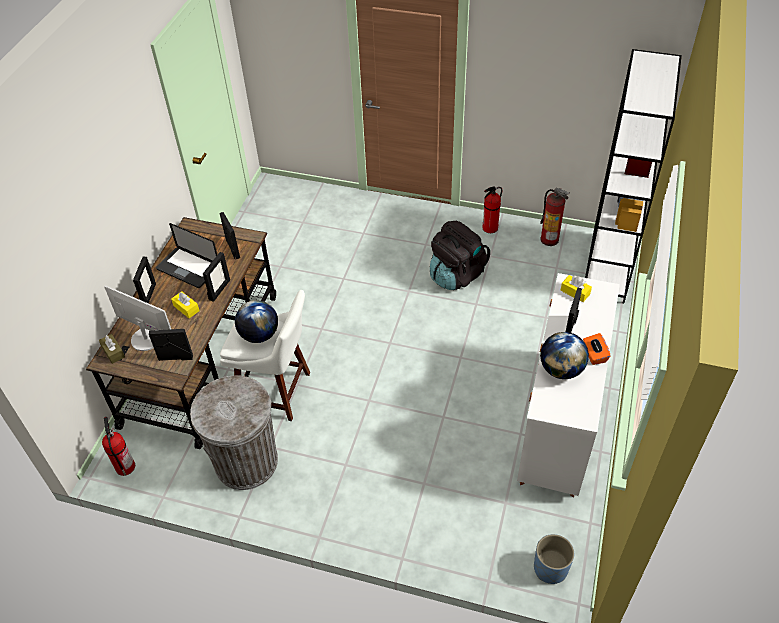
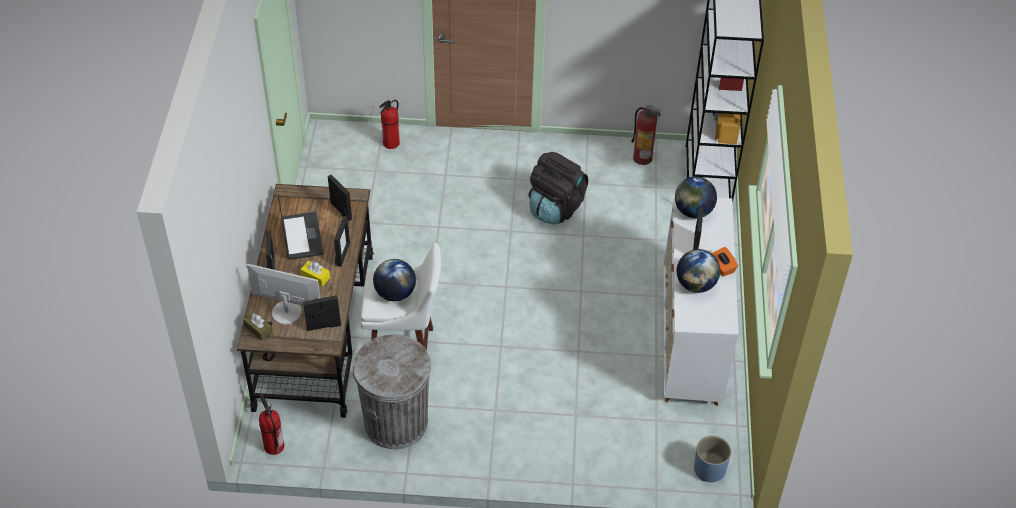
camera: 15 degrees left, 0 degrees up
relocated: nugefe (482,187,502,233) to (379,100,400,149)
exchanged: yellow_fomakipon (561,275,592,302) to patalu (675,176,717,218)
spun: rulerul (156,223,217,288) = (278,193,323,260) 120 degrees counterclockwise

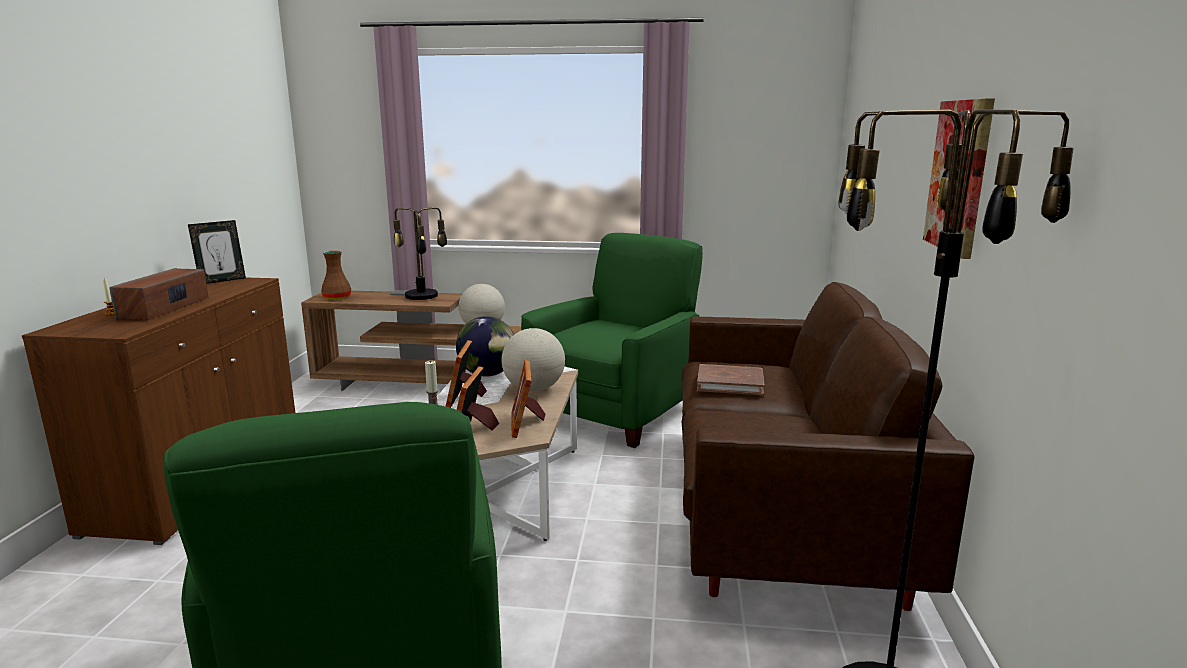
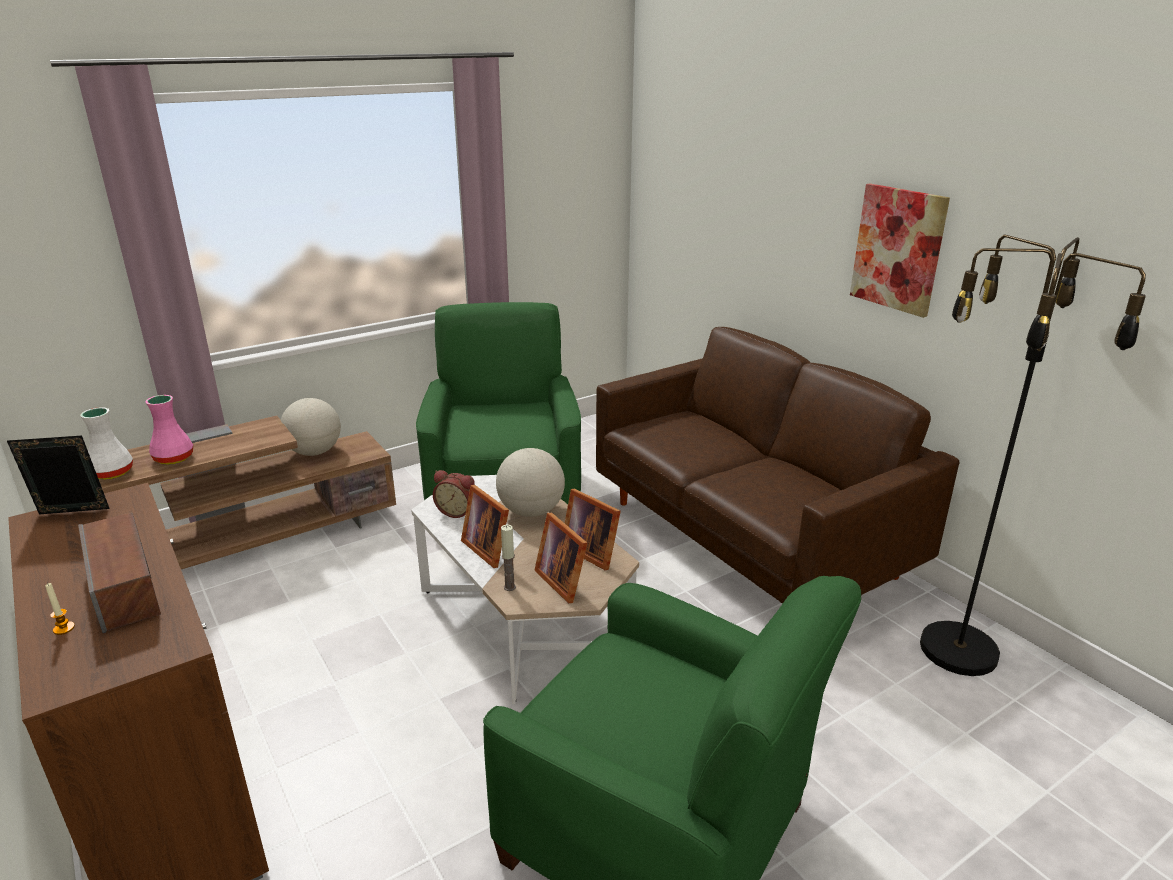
camera: 40 degrees left, 10 degrees up
missing: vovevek (393,207,447,300); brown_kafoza (697,364,765,395)
appeared: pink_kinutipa (145,395,193,465)
exchanged: patalu (456,316,514,377) to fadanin (433,470,475,518)
colour: brown_kinutipa (321,251,351,300) to white_kinutipa (80,407,133,480)
spun: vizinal (188,220,246,284) = (7,436,110,515) 105 degrees counterclockwise

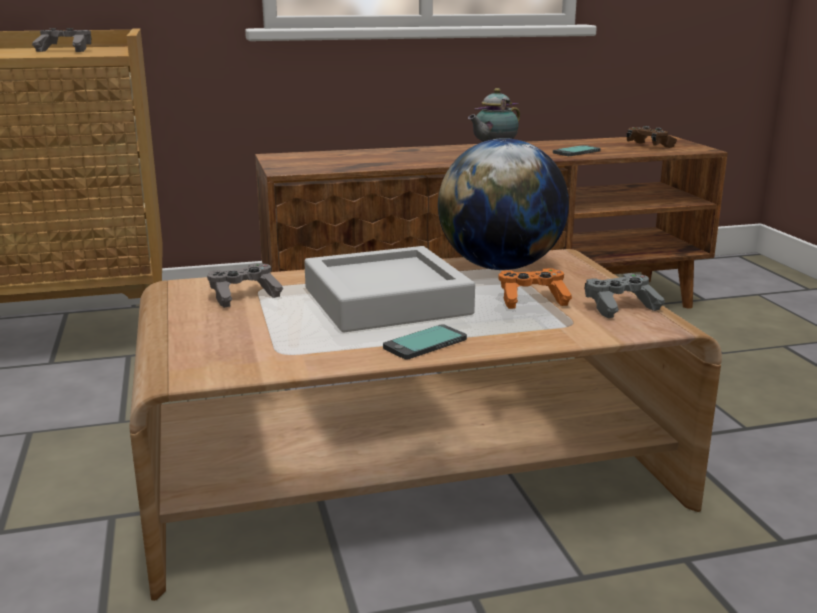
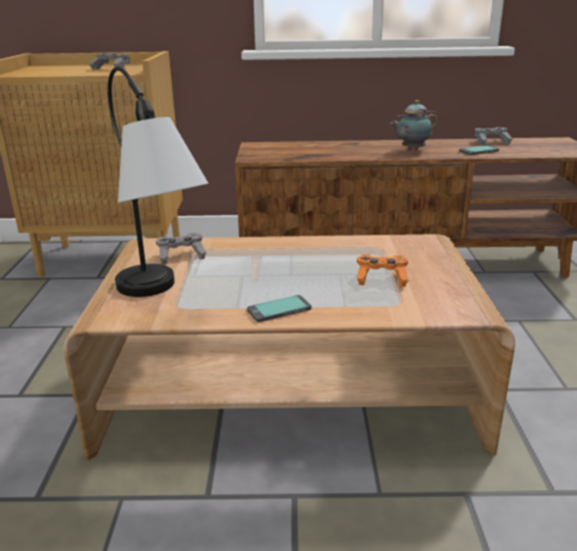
camera: 15 degrees right, 5 degrees up
missing: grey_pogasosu (304,246,475,332); patalu (438,138,569,270); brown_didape (626,126,677,148)
appeared: vovevek (108,67,209,297)
relocated: grey_didape (584,273,665,318) to (474,127,513,145)

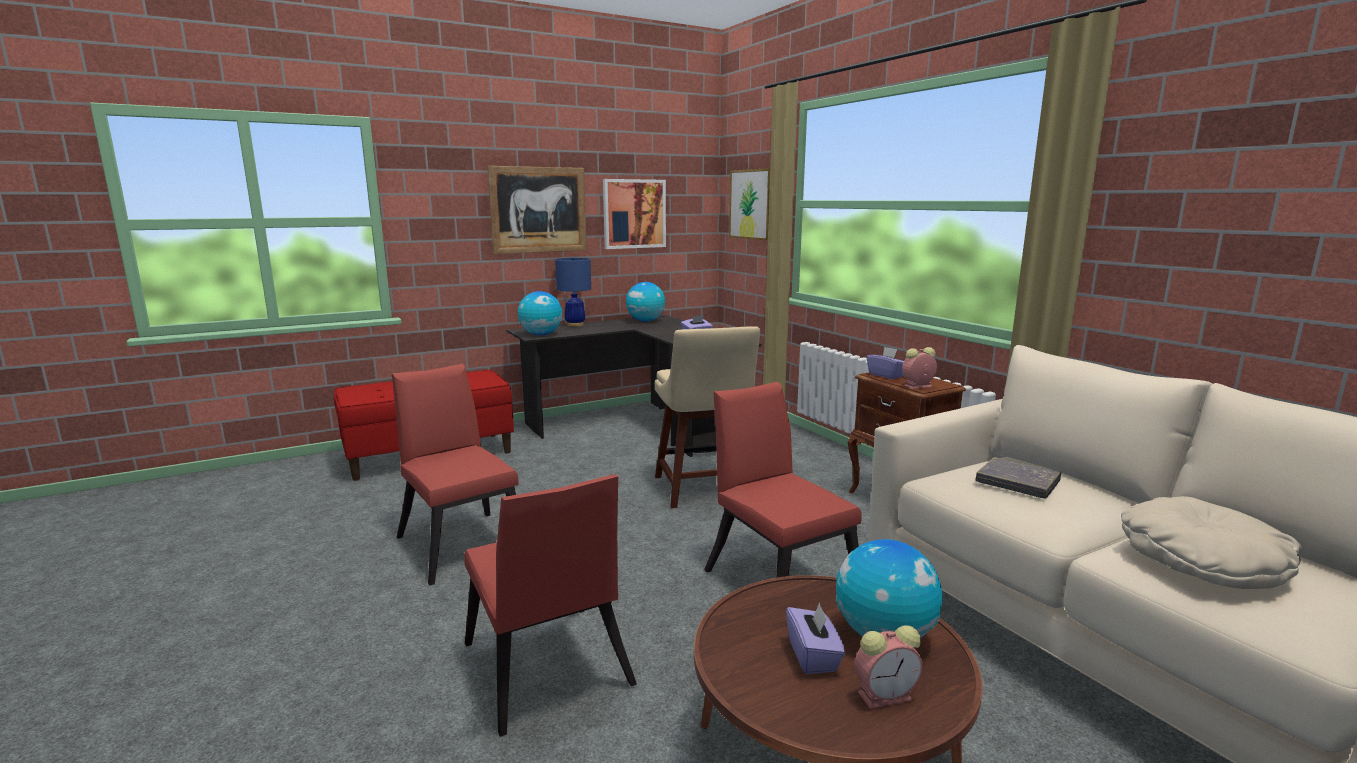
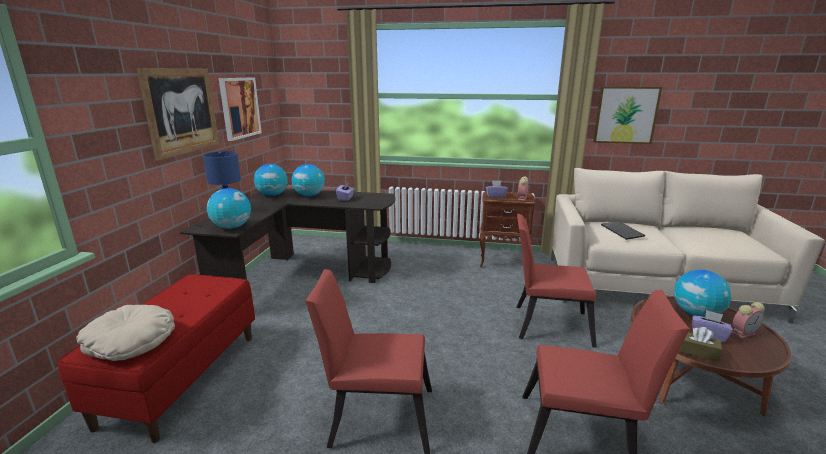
camera: 50 degrees left, 5 degrees up
missing: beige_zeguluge (655,326,760,508)
appeared: patalu (292,164,325,197); brown_fomakipon (679,327,723,362)
relocated: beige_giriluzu (1121,496,1302,589) to (76,305,175,361); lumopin (729,168,770,240) to (593,86,662,144)
exchanged: grey_kafoza (975,457,1061,499) to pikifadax (601,221,645,240)
spun: fadanin (854,625,922,709) = (732,302,765,339) 45 degrees clockwise

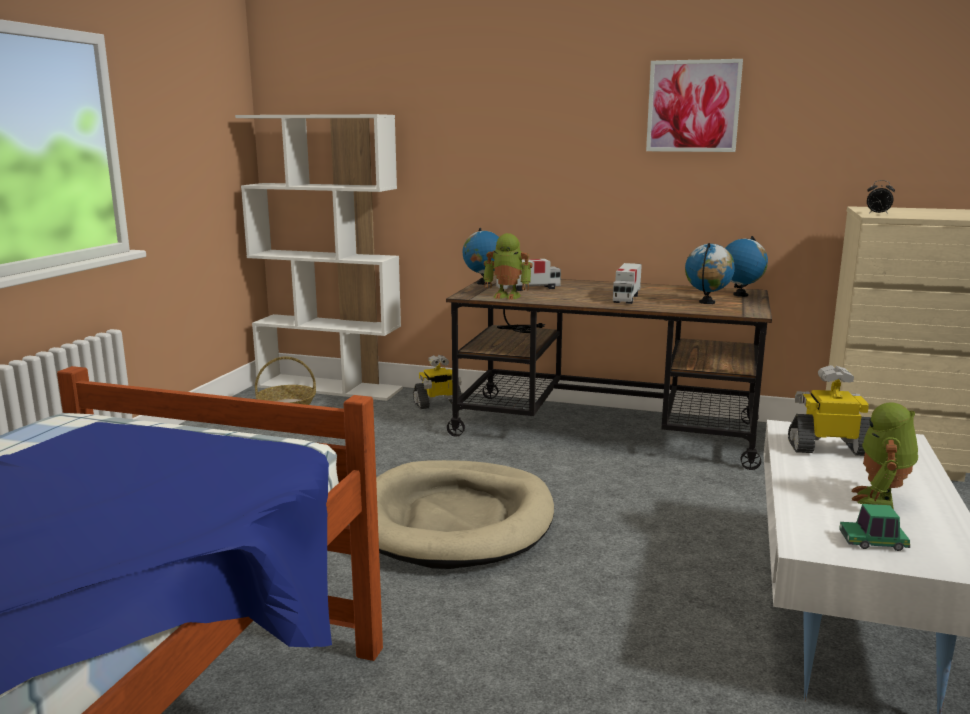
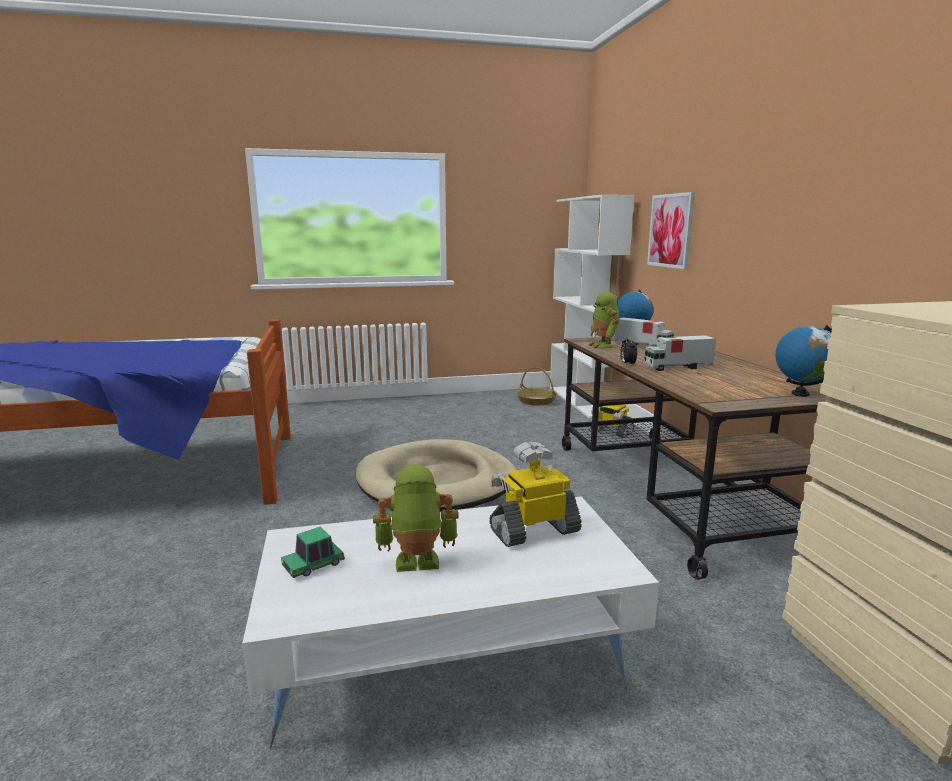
camera: 60 degrees right, 0 degrees up
missing: patalu (685,243,735,304)
relocated: fadanin (867,180,895,214) to (620,335,637,364); lumopin (646,59,743,152) to (647,192,695,269)
spun: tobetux (839,504,910,551) = (281,527,345,578) 105 degrees counterclockwise; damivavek (788,365,871,456) = (490,442,582,547) 90 degrees counterclockwise

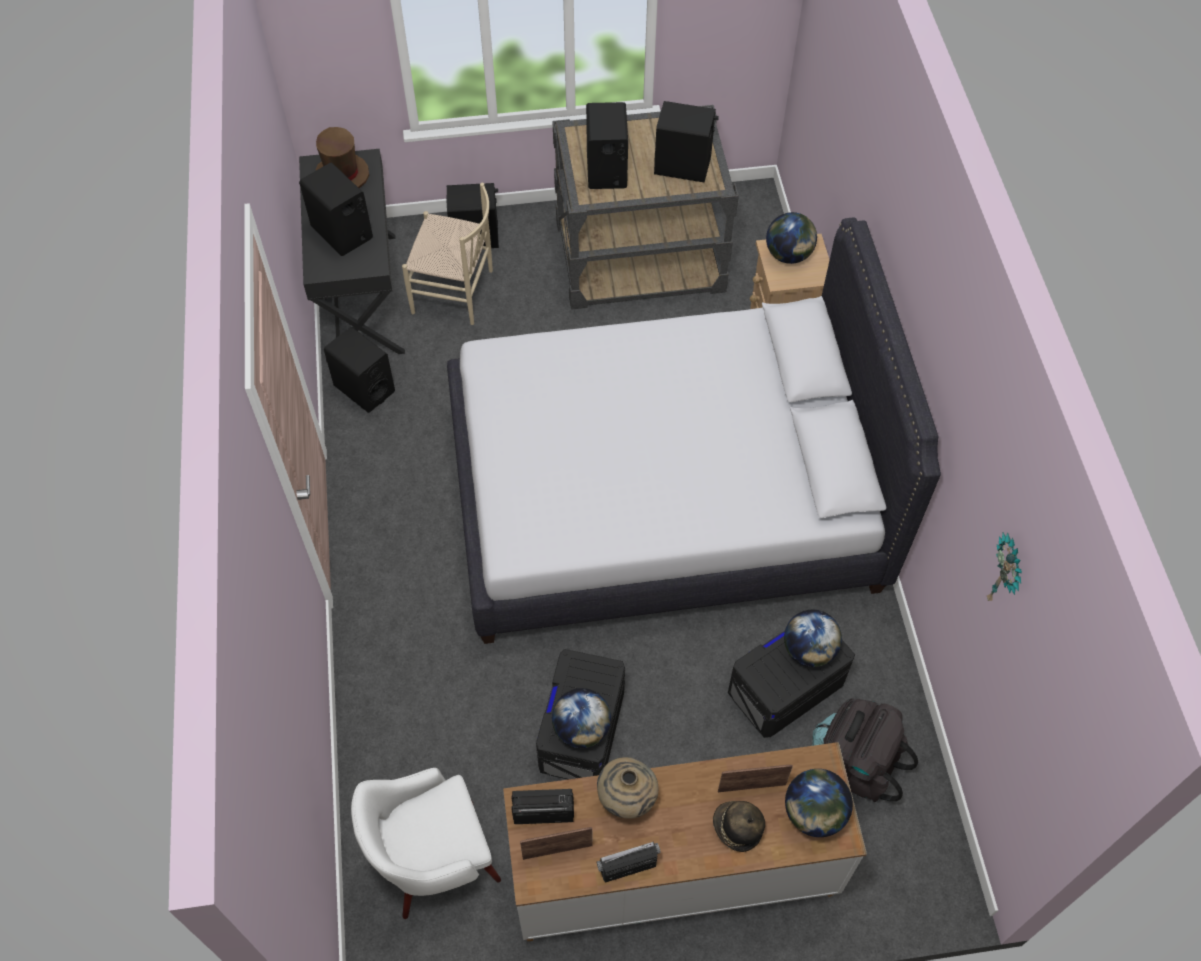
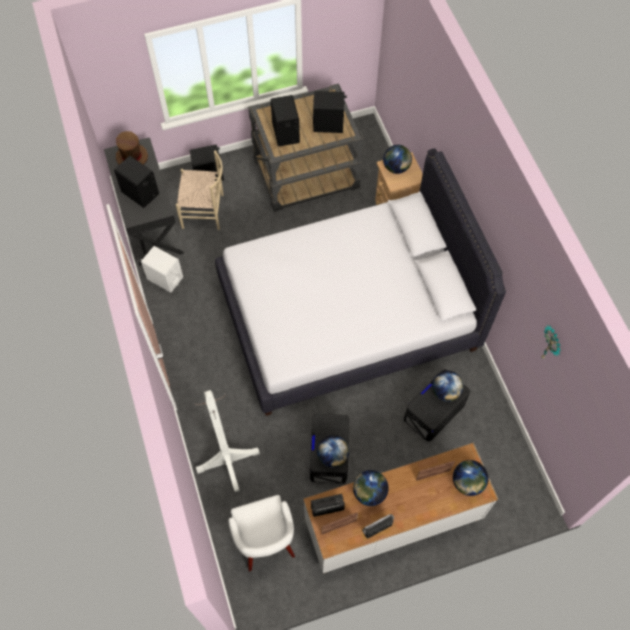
camera: 10 degrees left, 5 degrees up
missing: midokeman (713,801,765,852); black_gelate (812,698,918,802)
appeared: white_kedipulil (194,390,260,492)
exchanged: beige_kinutipa (597,757,658,819) to patalu (353,470,389,506)
colour: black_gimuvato (324,327,395,413) to white_gimuvato (141,246,183,293)
spun: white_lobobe (351,768,501,919) = (228,495,295,571) 75 degrees counterclockwise

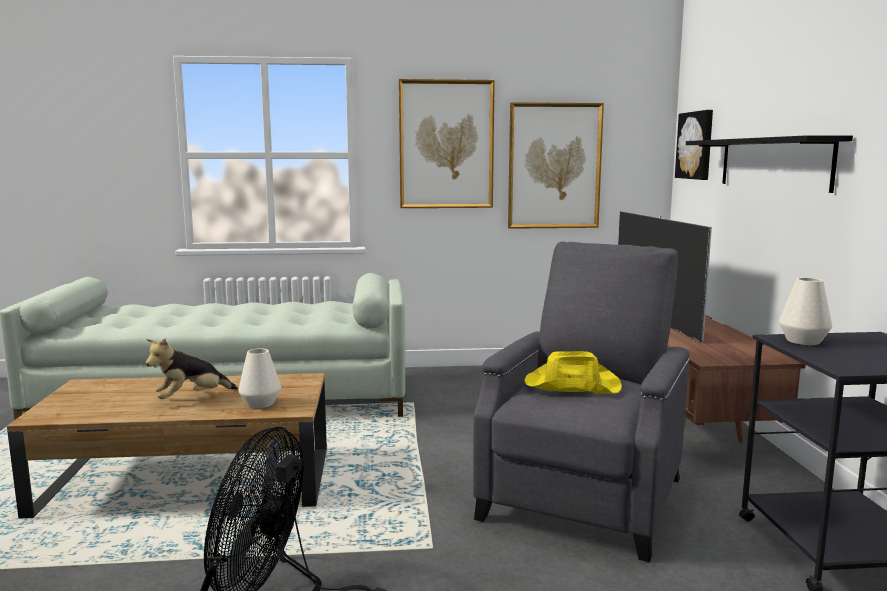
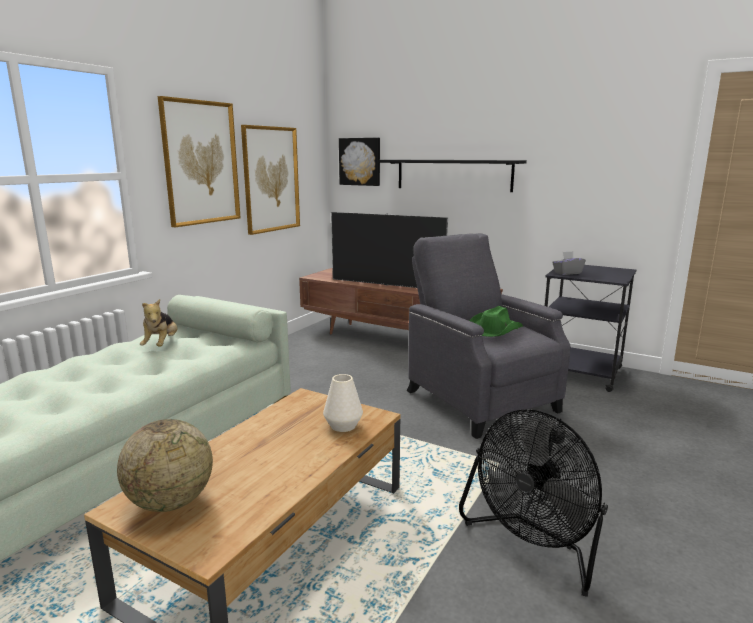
camera: 55 degrees left, 5 degrees up
appeared: patalu (117,419,213,512)
relocated: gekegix (146,339,237,399) to (140,299,177,347)
exchanged: white_kinutipa (779,277,832,345) to grey_fomakipon (552,251,586,275)
colour: yellow_midokeman (524,351,622,393) to green_midokeman (469,306,523,337)

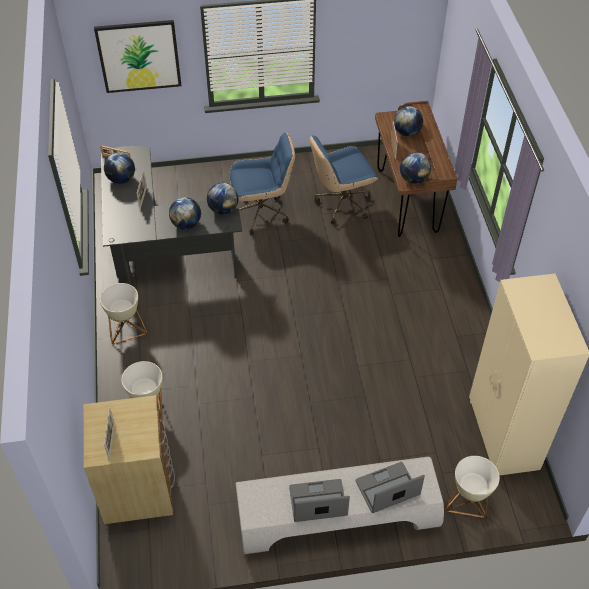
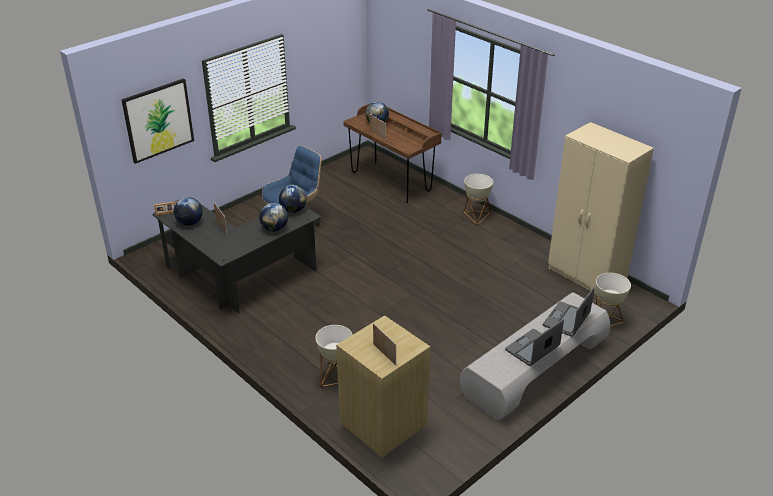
camera: 35 degrees left, 15 degrees down
missing: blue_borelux (310,135,378,224); patalu (400,152,431,184)
relocated: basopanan (100,283,147,344) to (464,174,494,225)

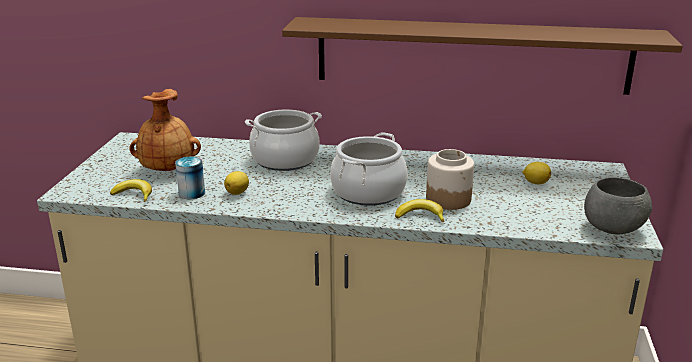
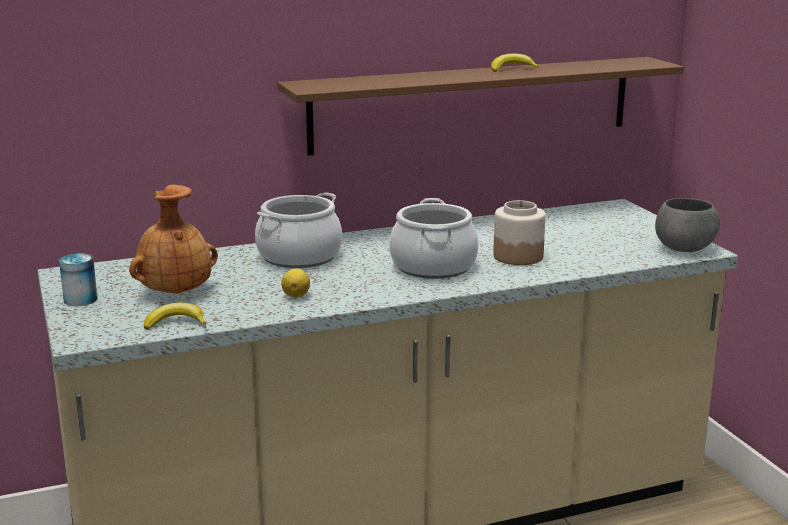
camera: 30 degrees left, 5 degrees down
missing: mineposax (522,162,551,184)
relocated: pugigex (175,157,205,199) to (59,254,98,306); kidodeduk (395,199,444,223) to (491,54,540,72)

